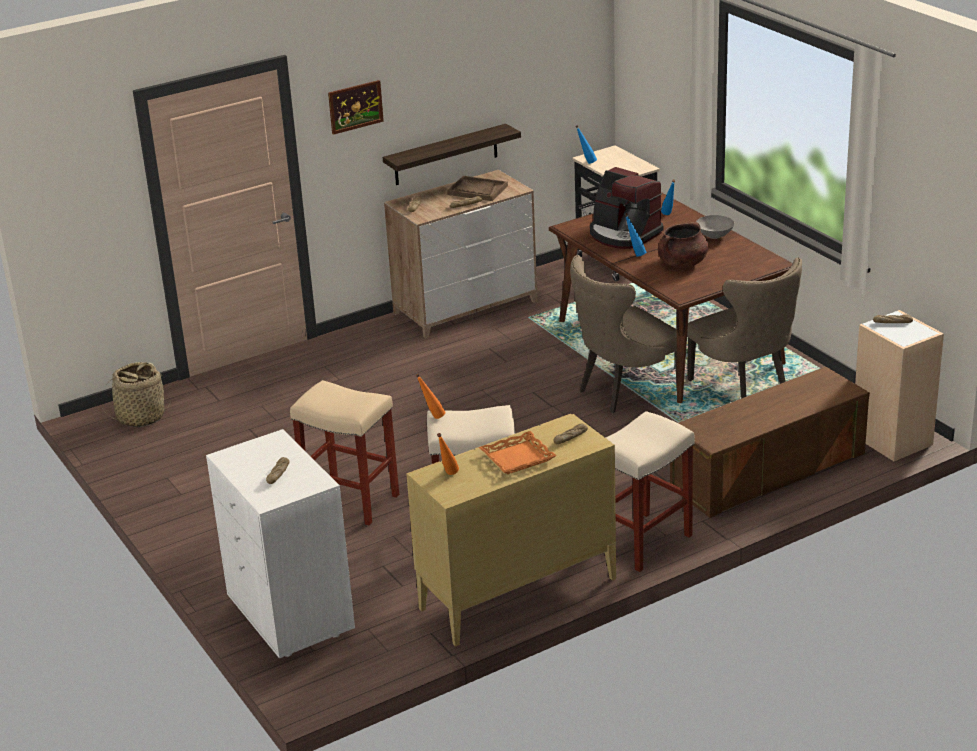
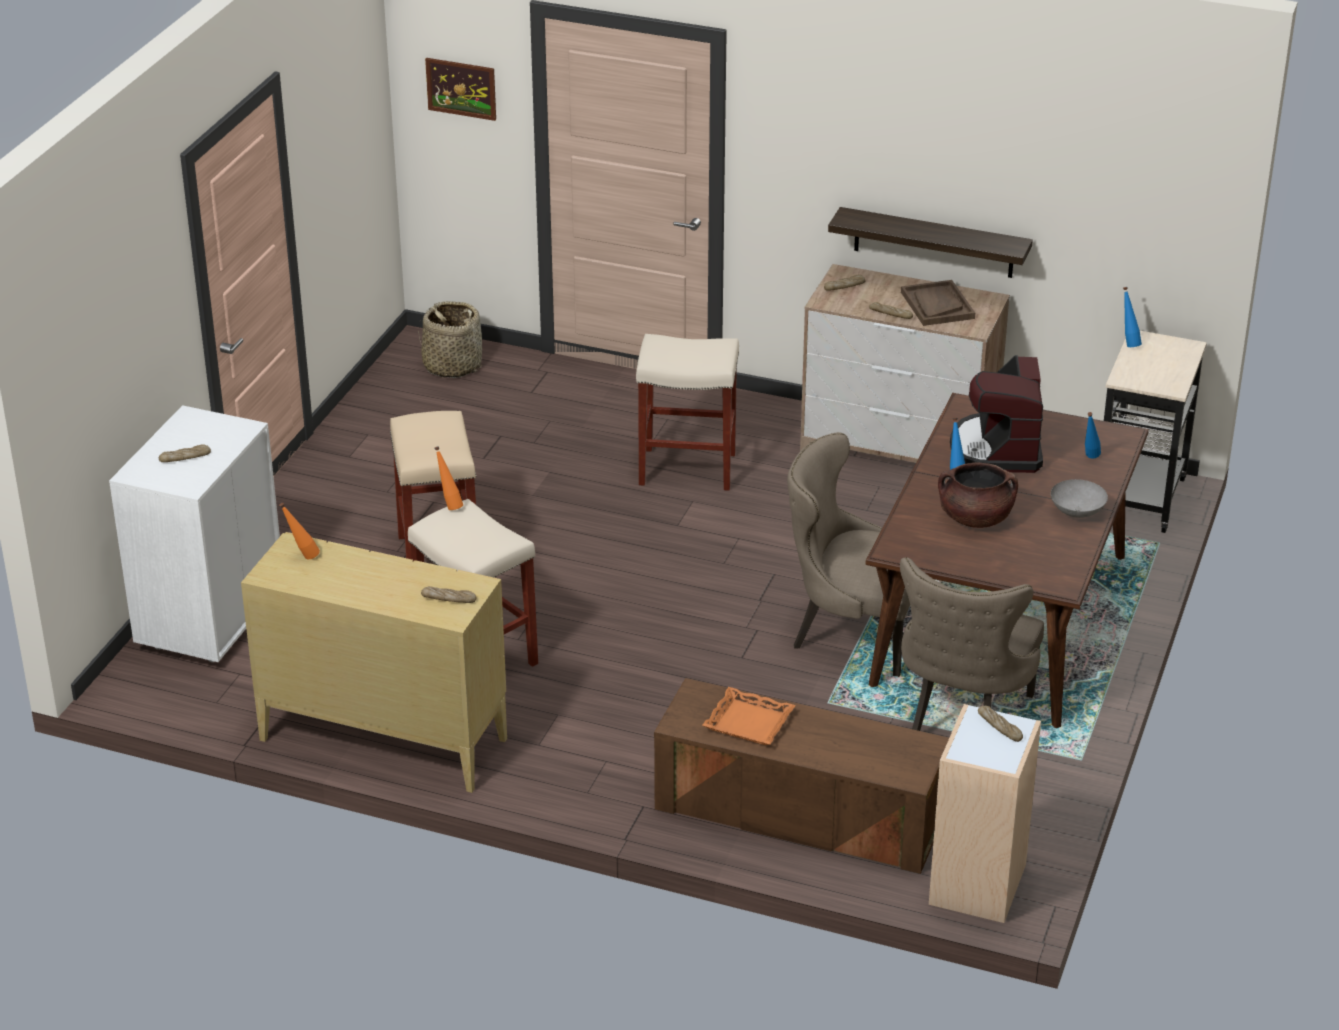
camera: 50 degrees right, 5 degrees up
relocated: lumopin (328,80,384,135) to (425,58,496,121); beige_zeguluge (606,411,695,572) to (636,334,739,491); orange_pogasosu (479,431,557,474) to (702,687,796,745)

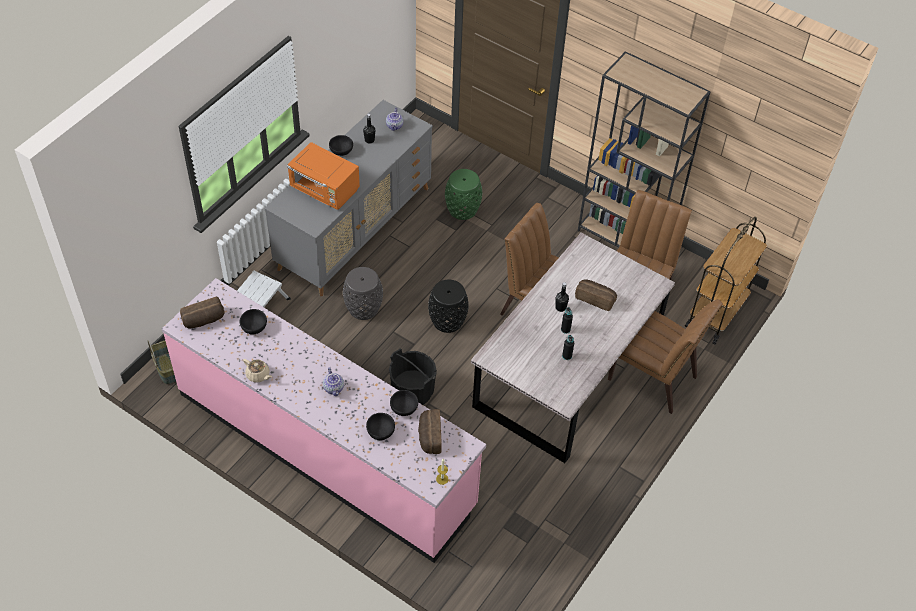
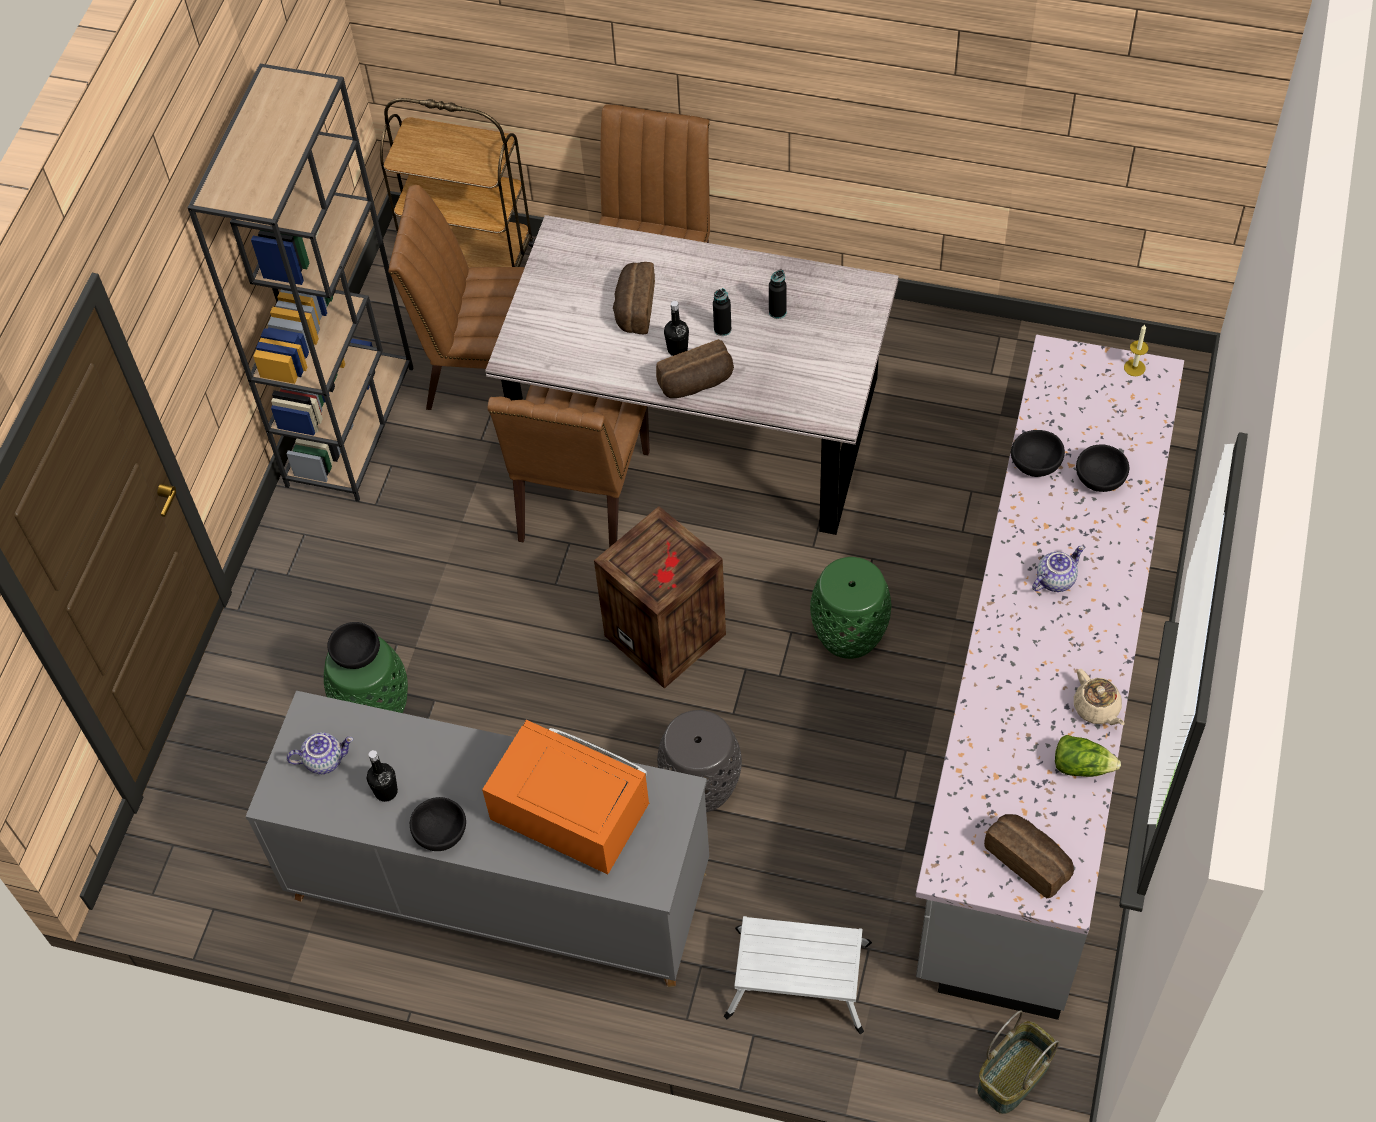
camera: 105 degrees left, 5 degrees up
appeared: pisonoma (1055,735,1121,777)
relocated: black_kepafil (240,309,267,334) to (327,622,380,669); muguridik (418,409,442,454) to (656,339,734,398)
exchanged: black_zeguluge (428,279,469,333) to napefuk (594,506,726,689); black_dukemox (389,348,437,405) to green_zeguluge (810,557,891,659)
colour: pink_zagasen (162,278,486,563) to grey_zagasen (915,335,1184,1020)
spun: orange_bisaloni (287,142,360,209) = (482,720,649,874) 75 degrees counterclockwise; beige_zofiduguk (243,359,272,382) = (1074,669,1124,725) 135 degrees clockwise

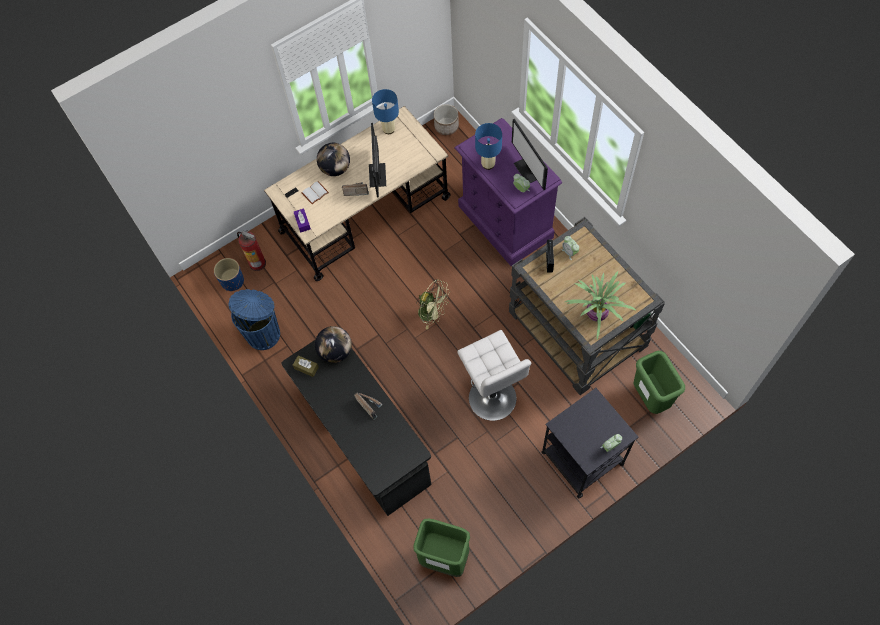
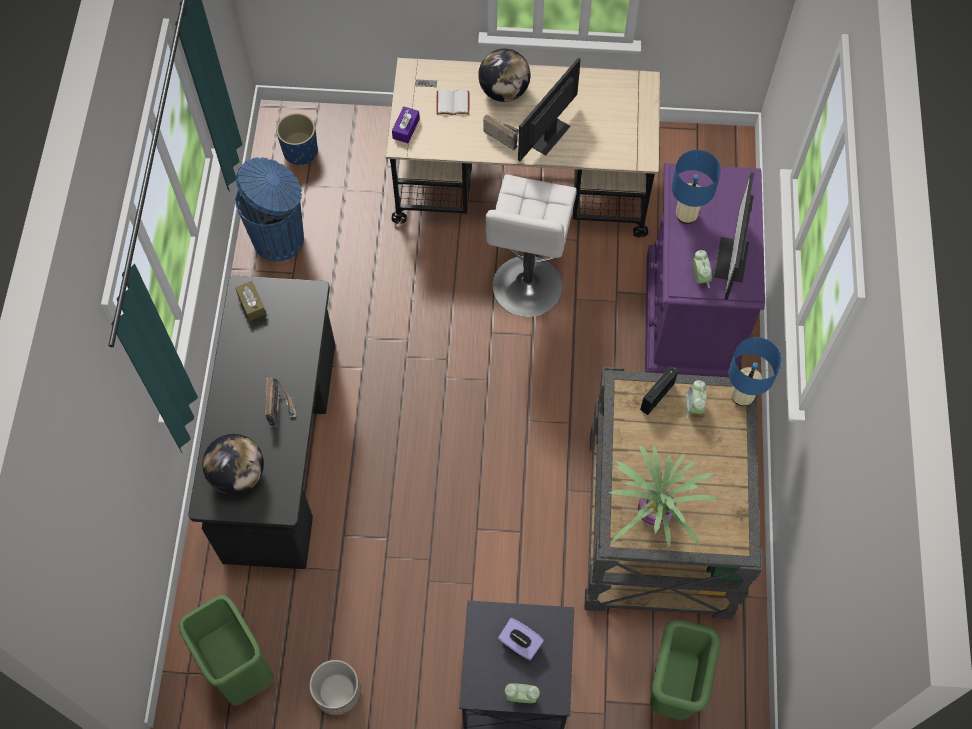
camera: 35 degrees right, 0 degrees up
missing: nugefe (237,231,266,271); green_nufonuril (416,280,450,329)
appeared: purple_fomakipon (498,618,544,660)
relocated: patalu (315,326,352,363) to (202,434,264,494); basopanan (434,104,459,135) to (310,660,361,716); white_zeguluge (457,330,532,421) to (485,174,577,317); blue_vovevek (372,89,399,134) to (728,337,782,406)

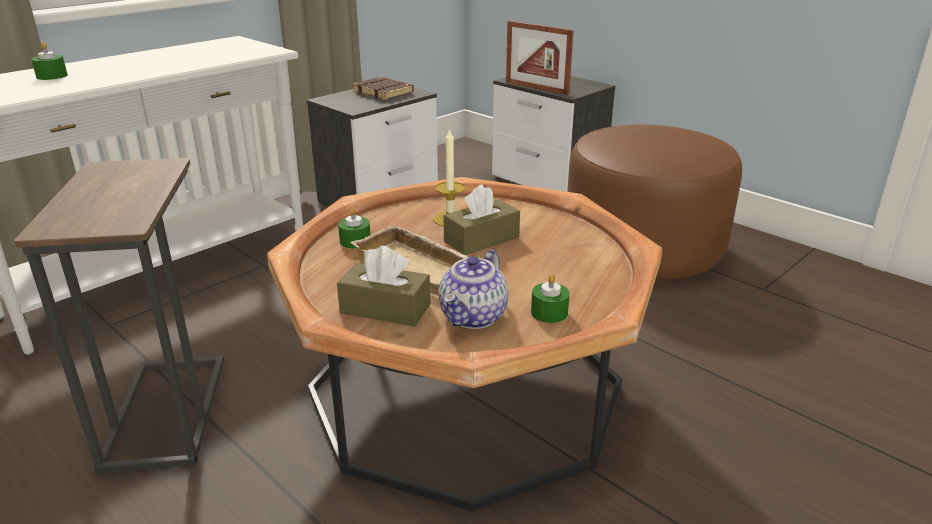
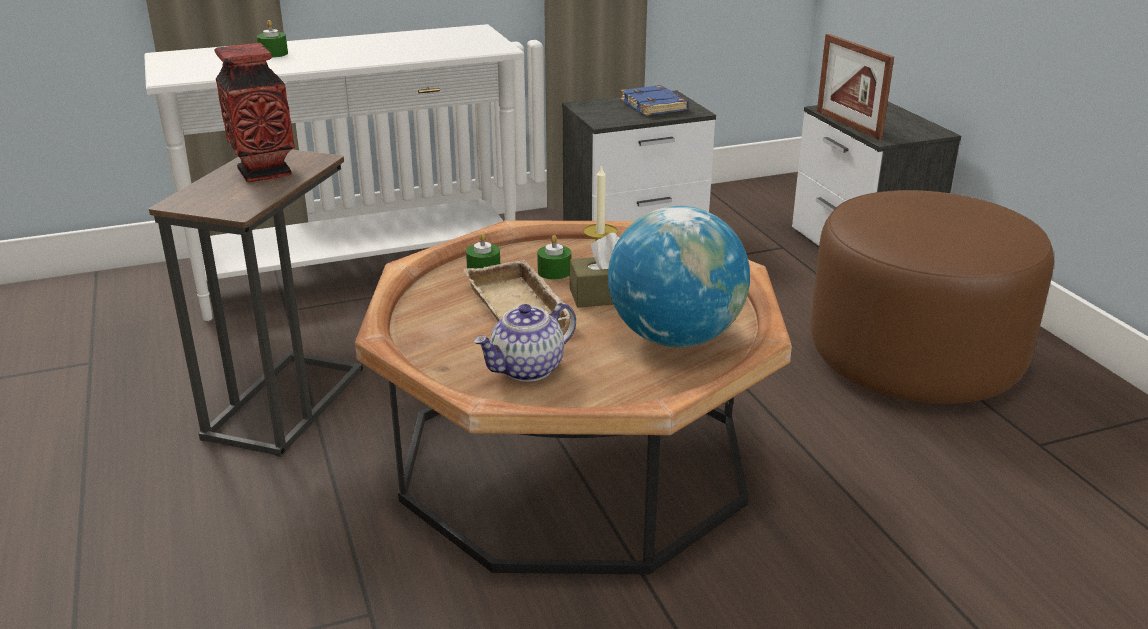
camera: 25 degrees right, 0 degrees up
missing: brown_fomakipon (337,246,430,327)
appeared: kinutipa (215,43,295,182); patalu (608,206,750,347)
relocated: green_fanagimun (531,274,570,323) to (537,235,571,280)
colour: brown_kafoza (353,77,414,100) to blue_kafoza (620,85,689,116)

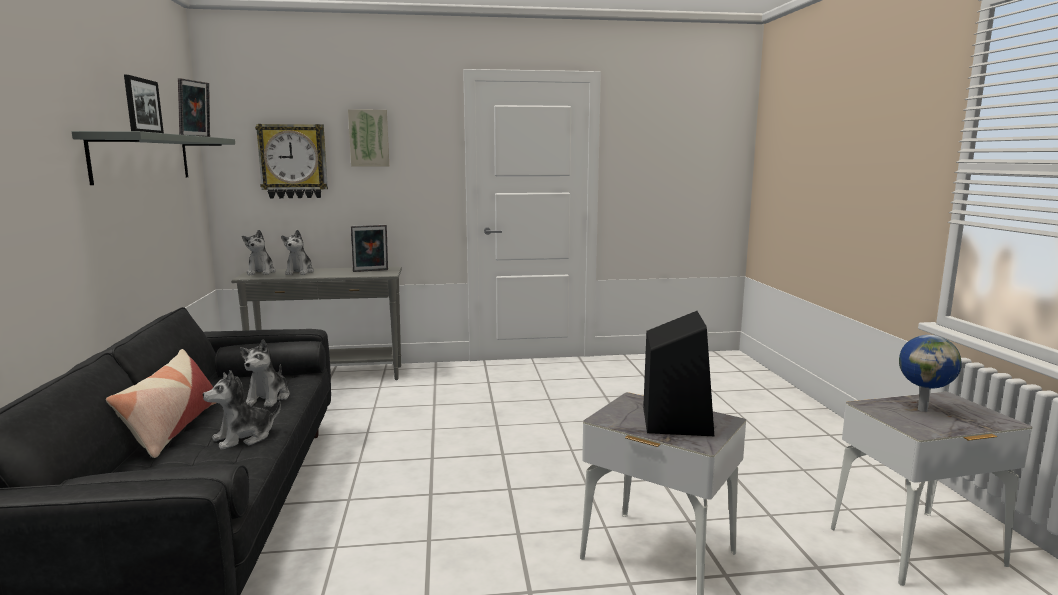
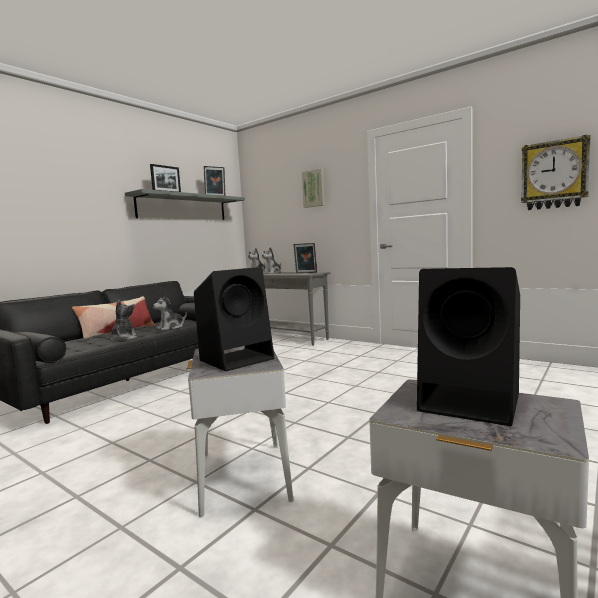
camera: 45 degrees right, 5 degrees down
relocated: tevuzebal (255,124,328,198) to (521,135,591,210)
exchanged: patalu (899,335,962,412) to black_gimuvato (417,267,520,426)
spun: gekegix (203,370,281,449) = (110,300,137,341) 75 degrees clockwise

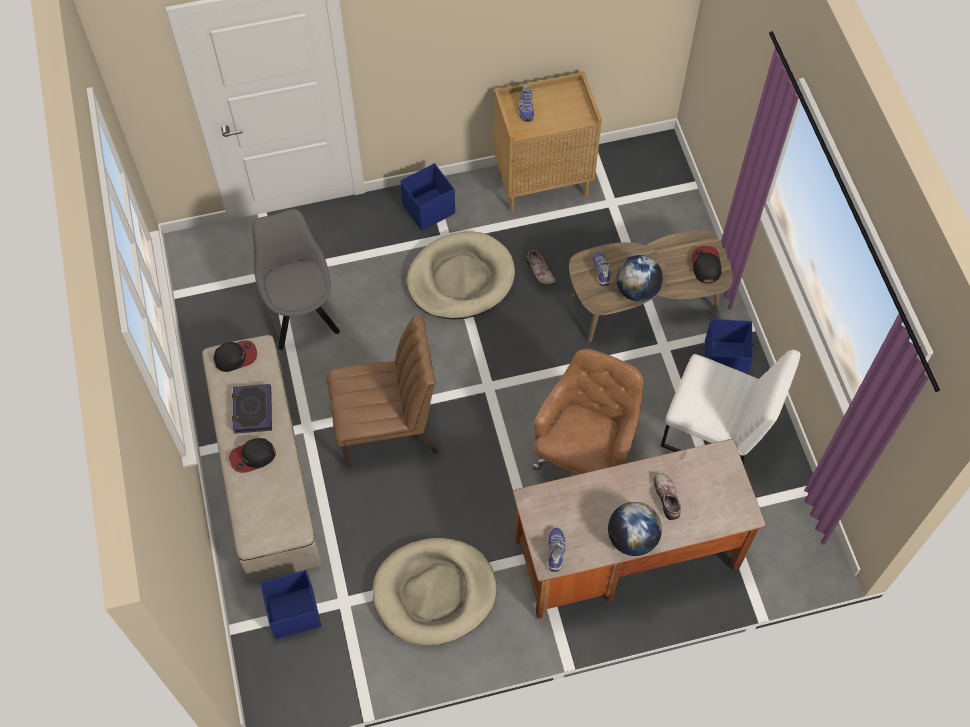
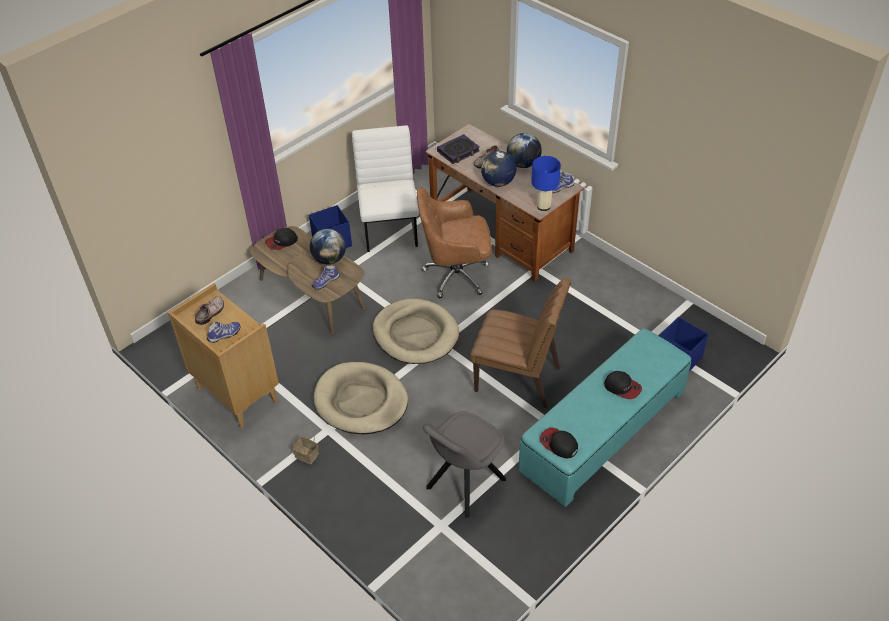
camera: 120 degrees left, 15 degrees down
appeared: patalu (481,151,516,187); blue_vovevek (531,156,561,211)
relocated: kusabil (526,250,556,286) to (195,296,224,325); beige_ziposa (372,538,497,645) to (373,298,459,364); kafoza (232,384,272,434) to (437,134,480,164)
exchanged: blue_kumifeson (400,163,455,231) to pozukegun (292,424,319,464)
colour: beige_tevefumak (202,335,322,583) to turquoise_tevefumak (518,328,691,507)
spun: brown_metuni (327,315,438,468) = (470,277,571,409) 150 degrees clockwise

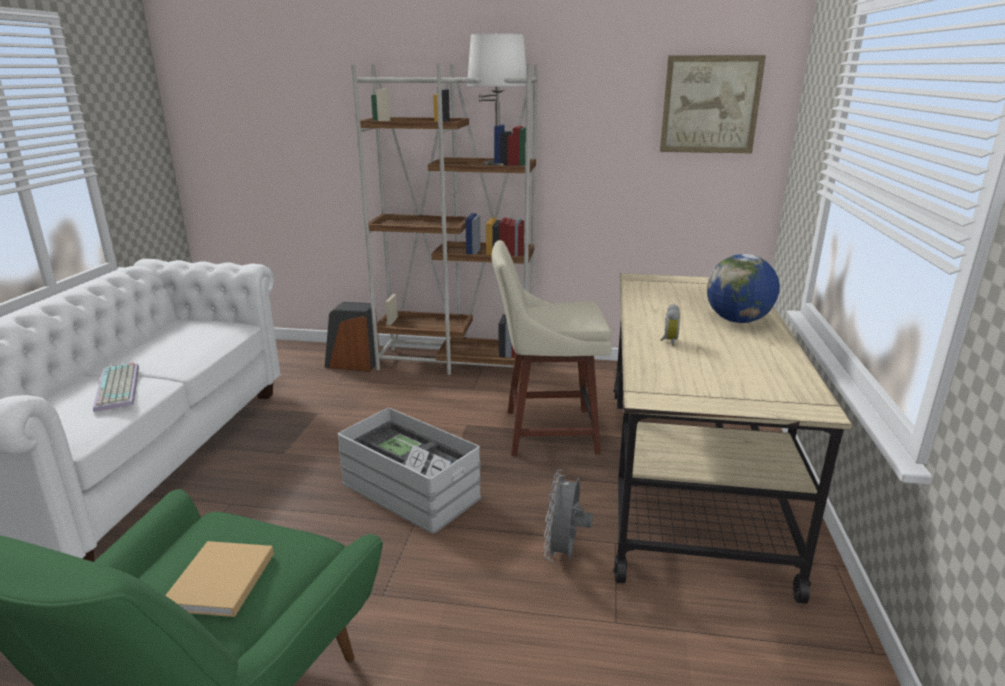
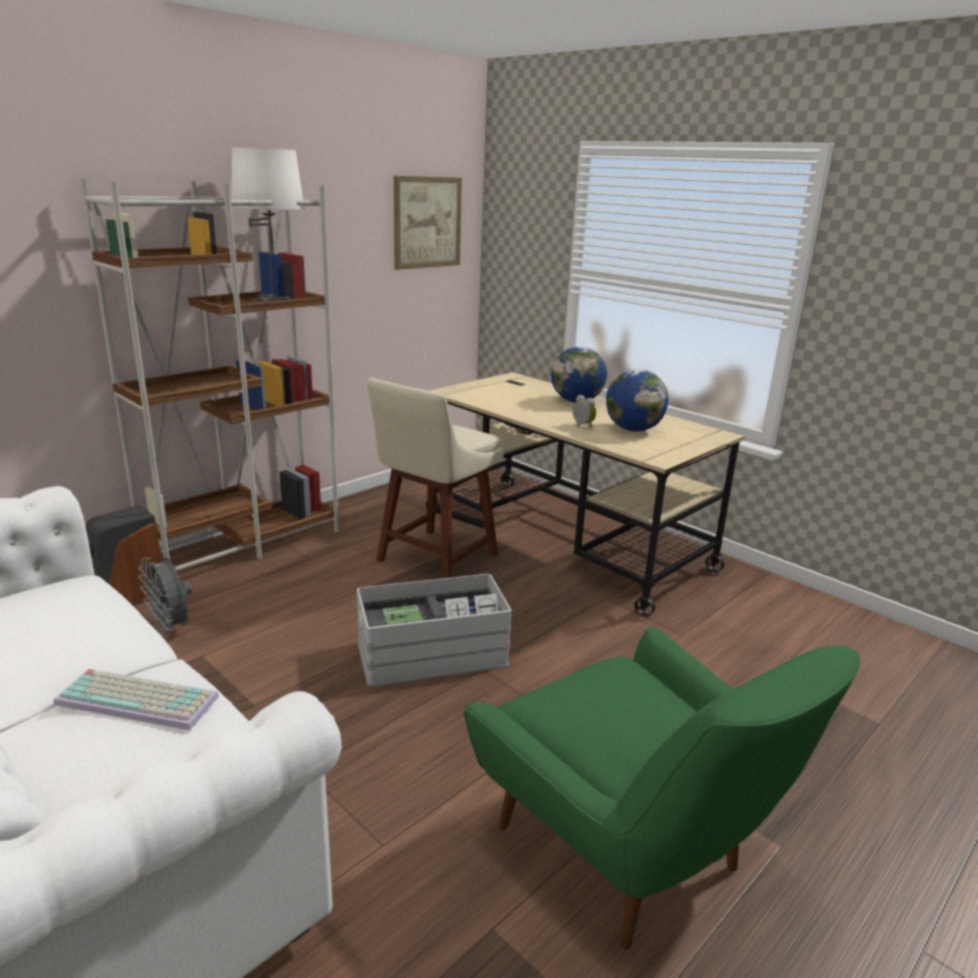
camera: 55 degrees left, 0 degrees up
missing: beige_kafoza (165,541,274,617)
appeared: patalu (606,369,669,432)
relocated: grey_nufonuril (544,470,593,561) to (139,557,192,637)

